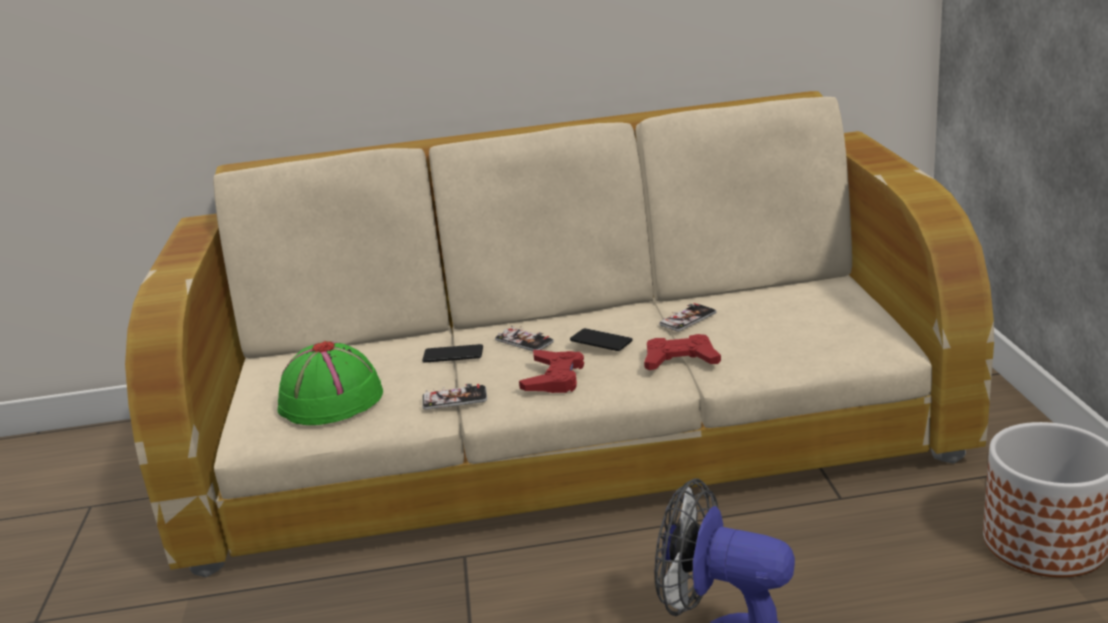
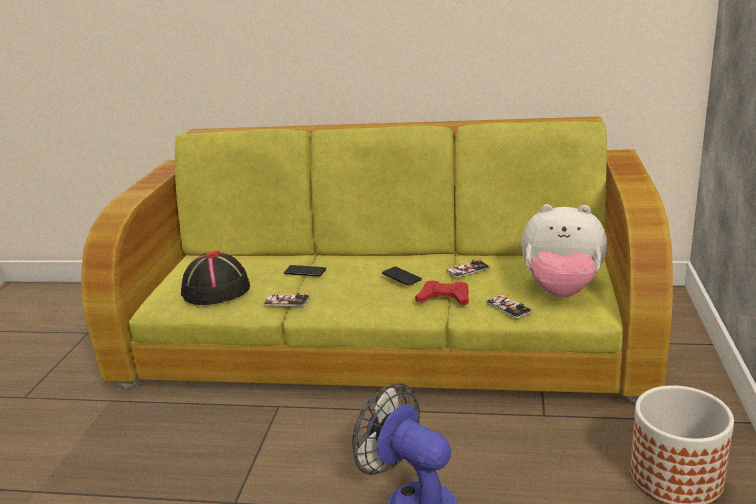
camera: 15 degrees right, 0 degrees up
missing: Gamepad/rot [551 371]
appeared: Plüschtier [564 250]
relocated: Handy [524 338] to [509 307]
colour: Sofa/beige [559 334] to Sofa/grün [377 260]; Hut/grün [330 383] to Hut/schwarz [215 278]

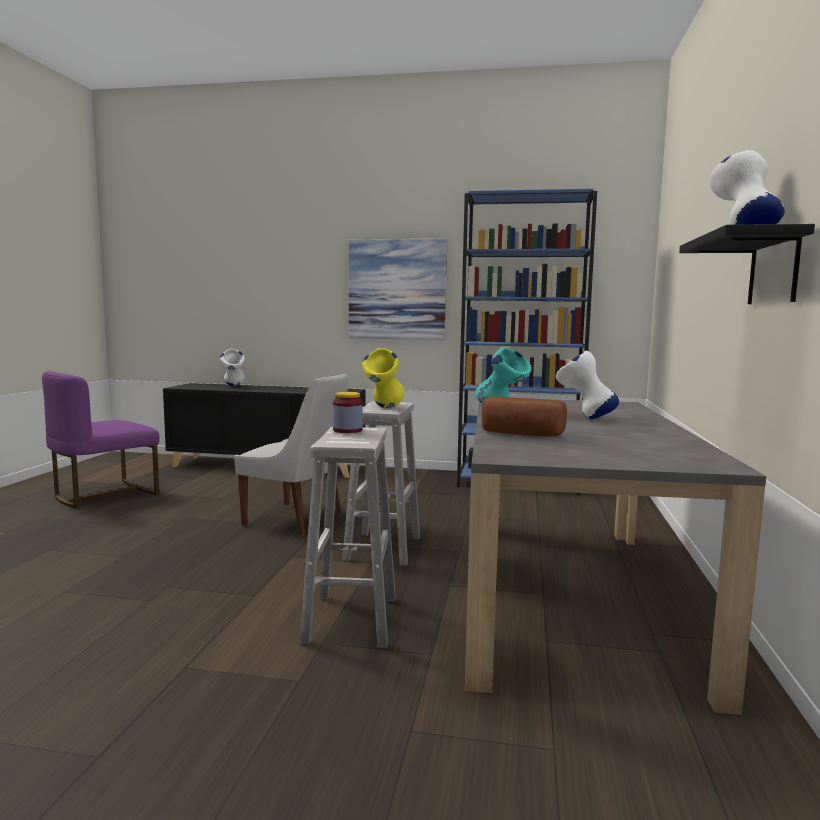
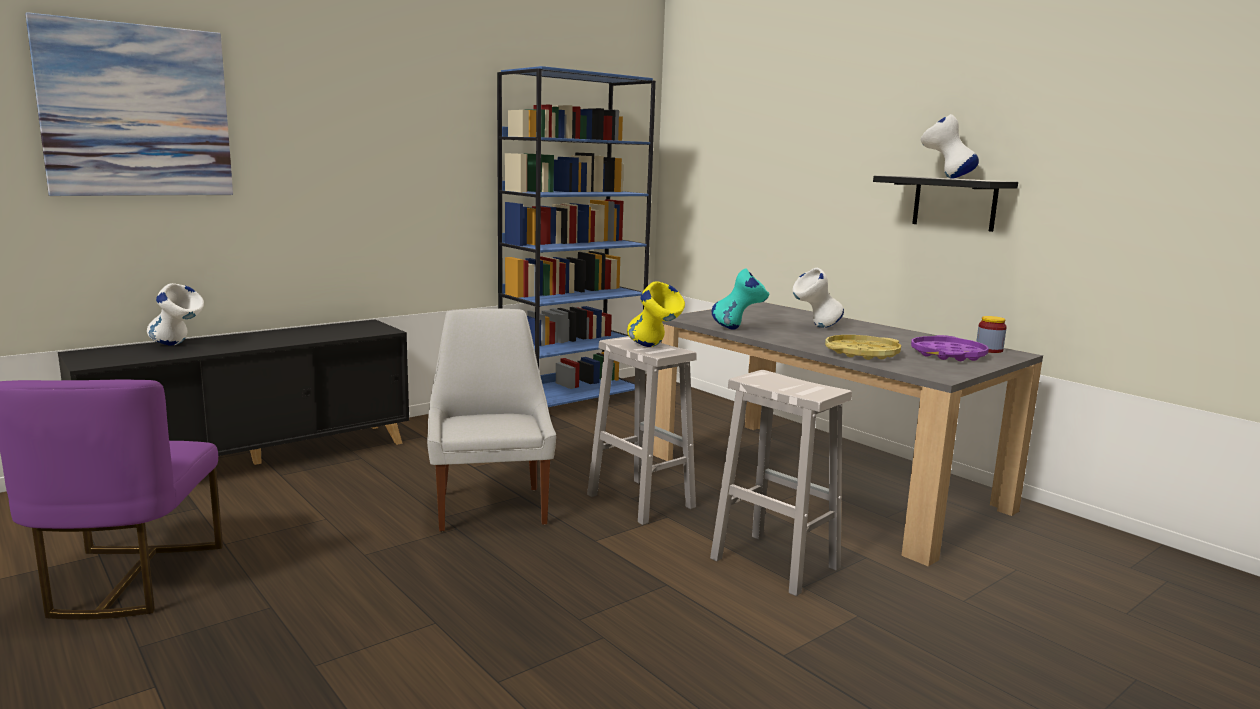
camera: 50 degrees left, 5 degrees up
appeared: Tablett/lila [950 348]
relocated: Bild [398 289] to [129 104]; Vorratsglas [348 412] to [991 334]
exchanged: Brot [524 416] to Tablett/gelb [863 347]
spun: Stuhl/weiß [291 455] = [491 419] 75 degrees counterclockwise

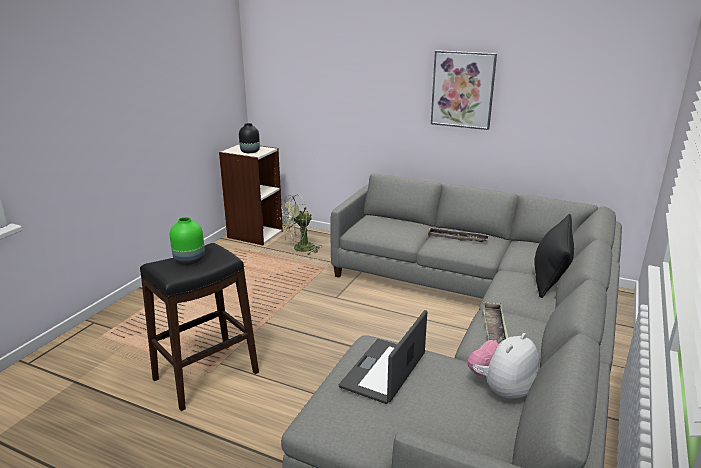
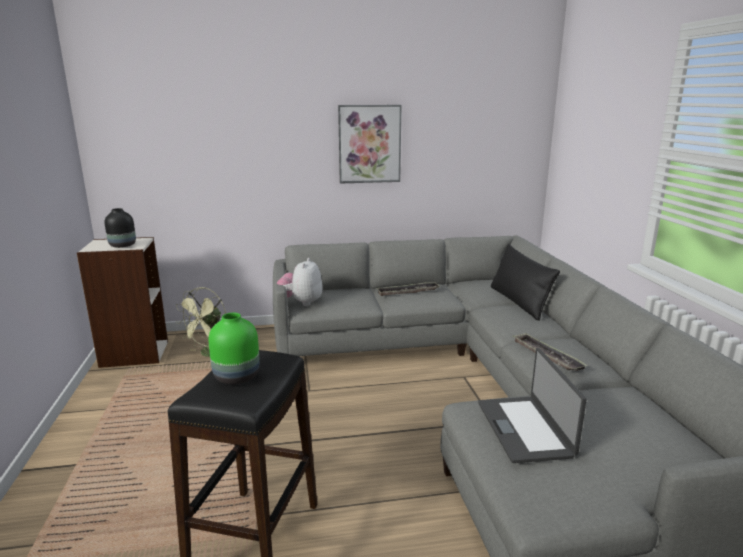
camera: 35 degrees left, 5 degrees down
relocated: Plüschtier [503 367] to [300 282]

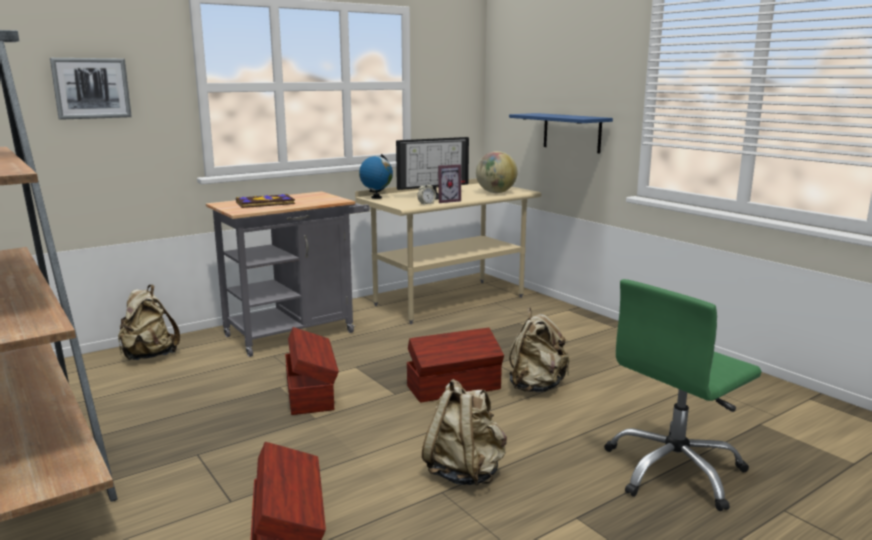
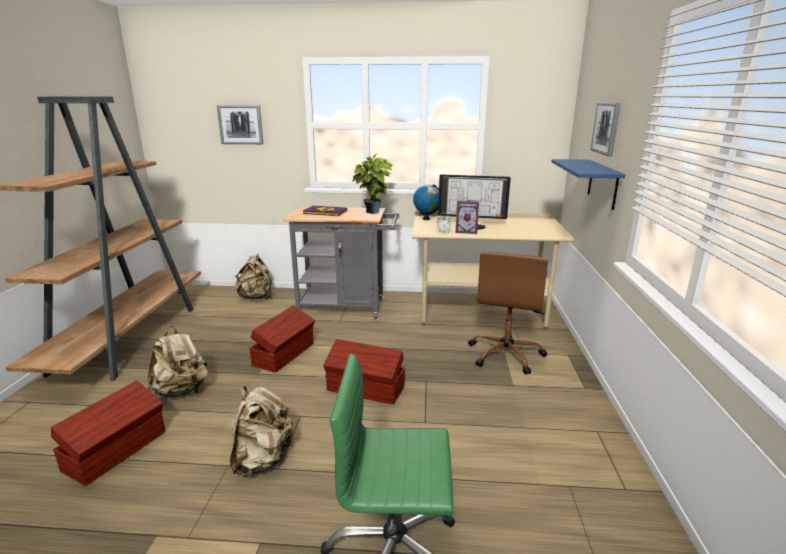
camera: 40 degrees right, 5 degrees up
missing: Globus [497 172]
appeared: Topfpflanze [372 184]; Bürostuhl/braun [508 313]; Bild [606 129]
relocated: Rucksack/beige [539 350] to [177 361]

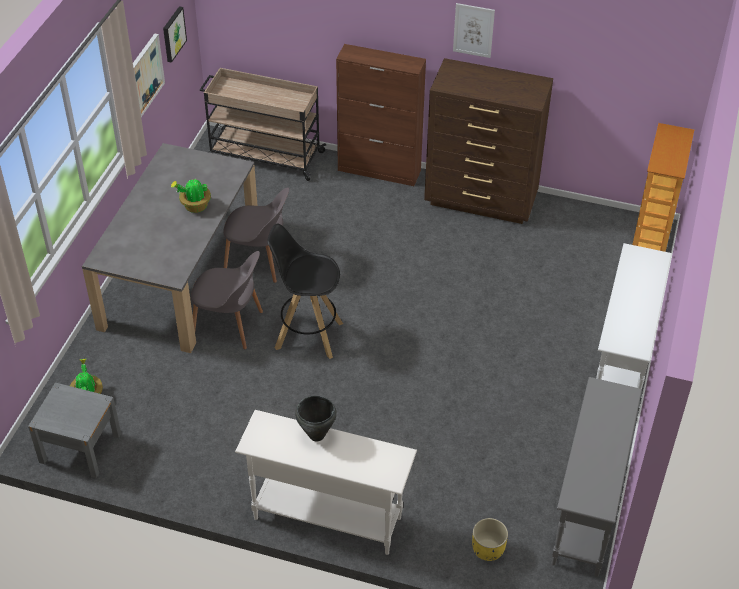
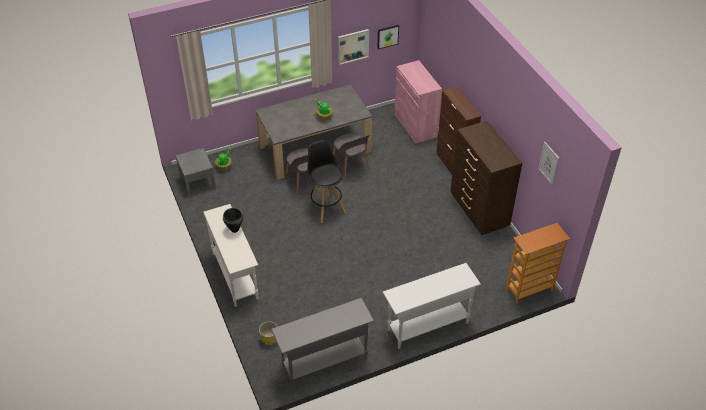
camera: 50 degrees right, 0 degrees up
relocated: Bild [474 30] to [548 163]
exchanged: Rollwagen/beige [263 124] to Schrank/rosa [418 102]

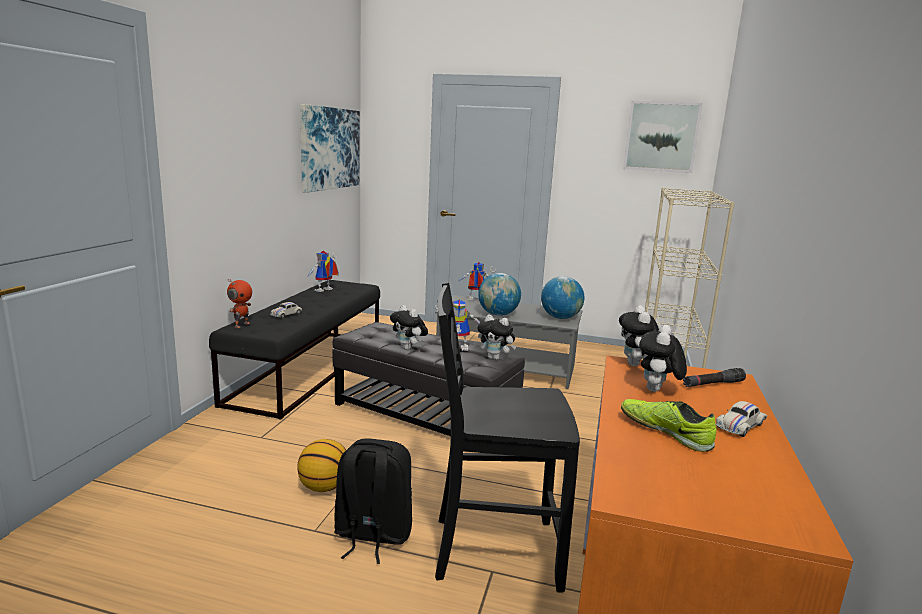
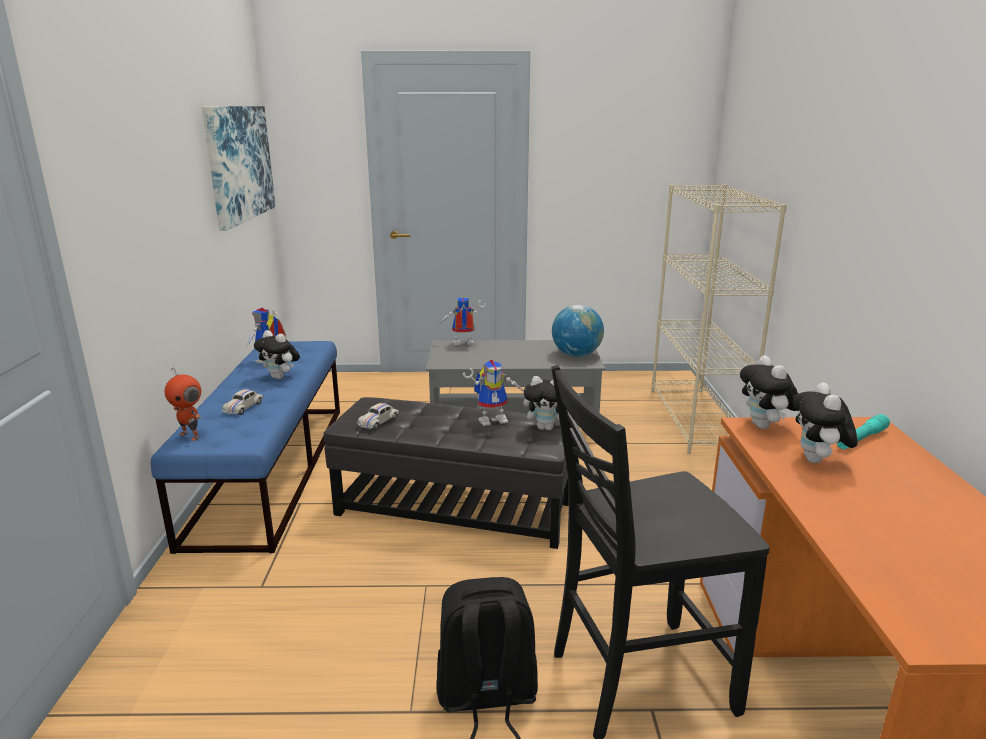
camera: 15 degrees left, 5 degrees up
missing: Basketball [321 465]; Globus [499 294]; Schuh [669 425]; Bild [663 136]
relocated: Plüschtier [409 327] to [277 354]; Spielzeugauto/weiß [741 419] to [378 416]
colour: Bank/schwarz [294 349] to Bank/blau [245 447]; Taschenlampe/schwarz [714 377] to Taschenlampe/türkis [863 431]
spun: Spielzeugroboter [239 303] = [183 403] 120 degrees clockwise

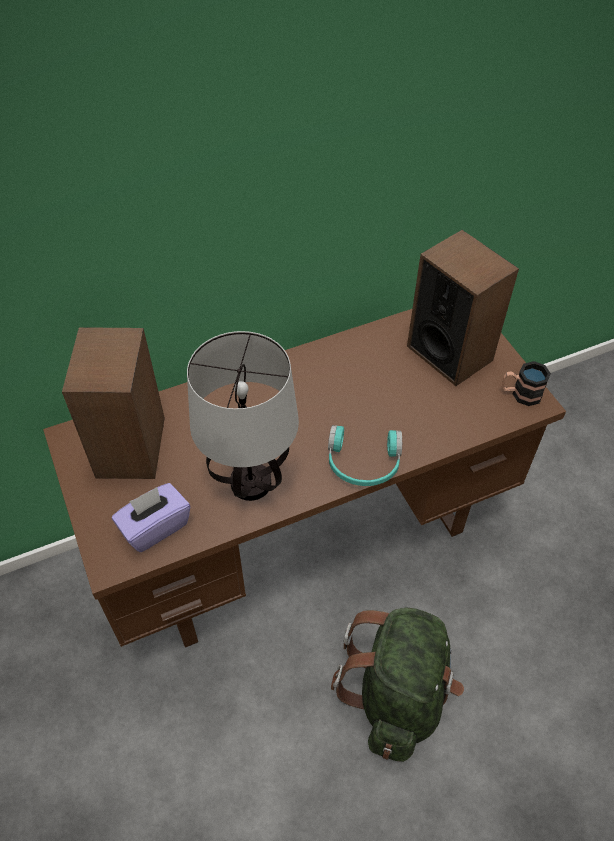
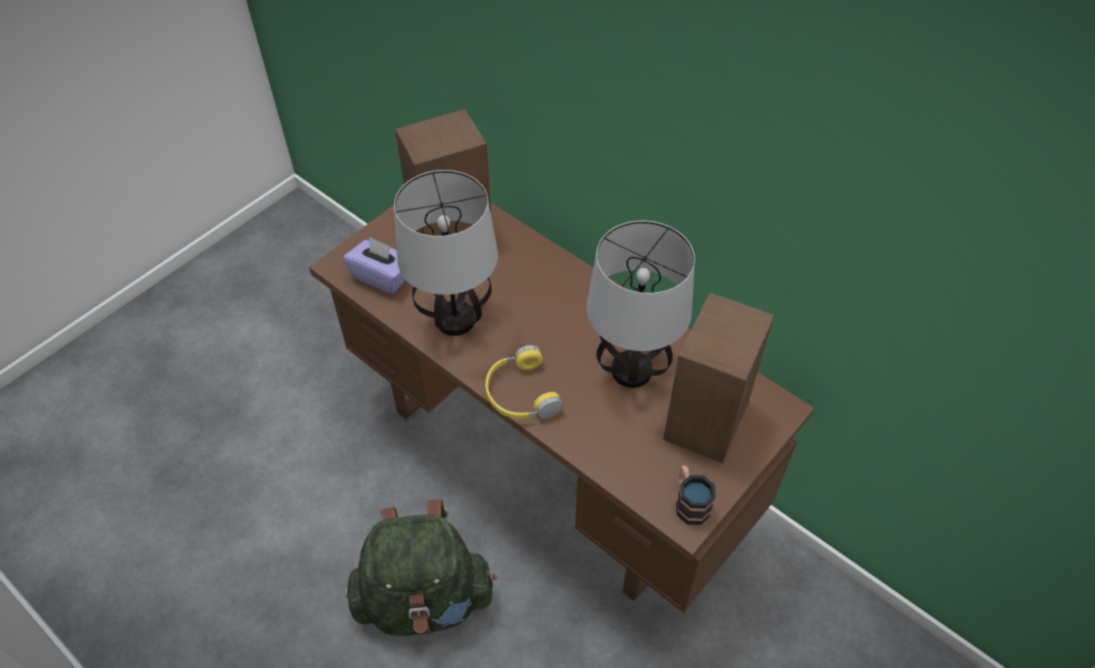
camera: 65 degrees right, 0 degrees up
appeared: Tischlampe [641 304]
colour: Kopfhörer/türkis [365 455] to Kopfhörer/gelb [524 382]

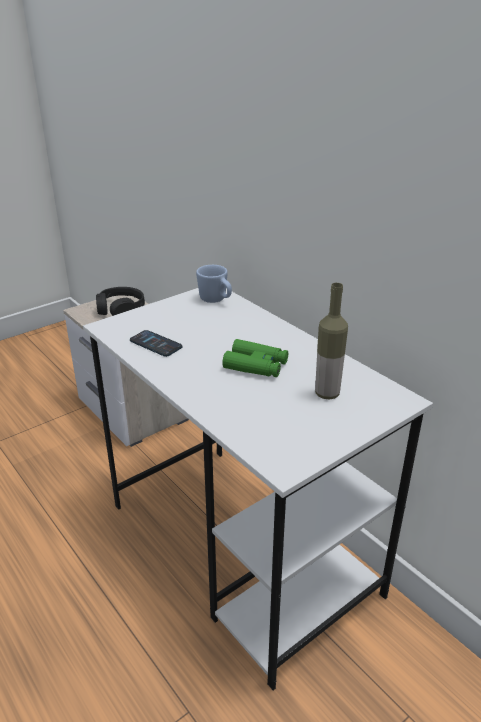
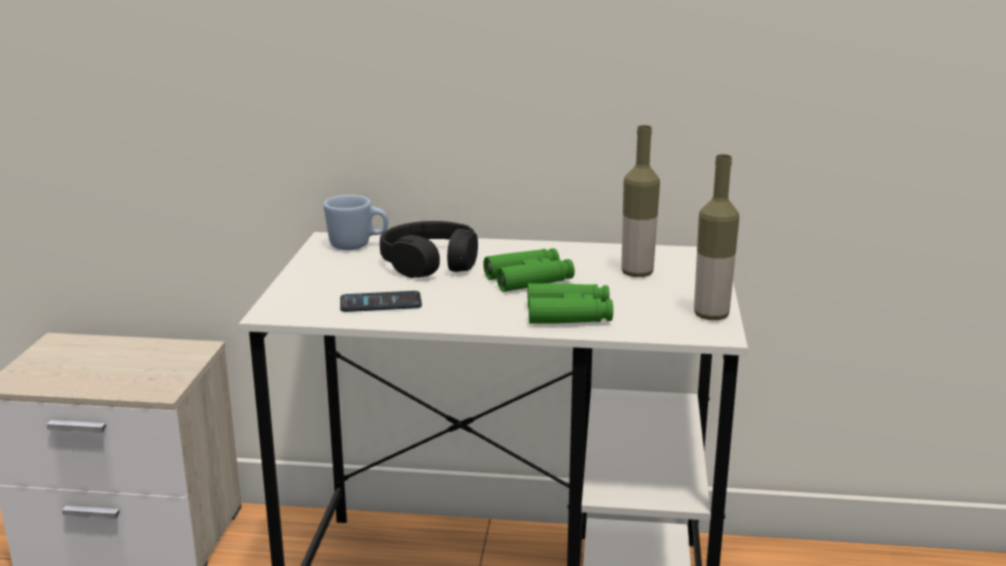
camera: 45 degrees left, 10 degrees down
appeared: Fernglas/grün [570 303]; Flasche [717 237]
relocated: Kopfhörer/schwarz [120 301] to [429 249]

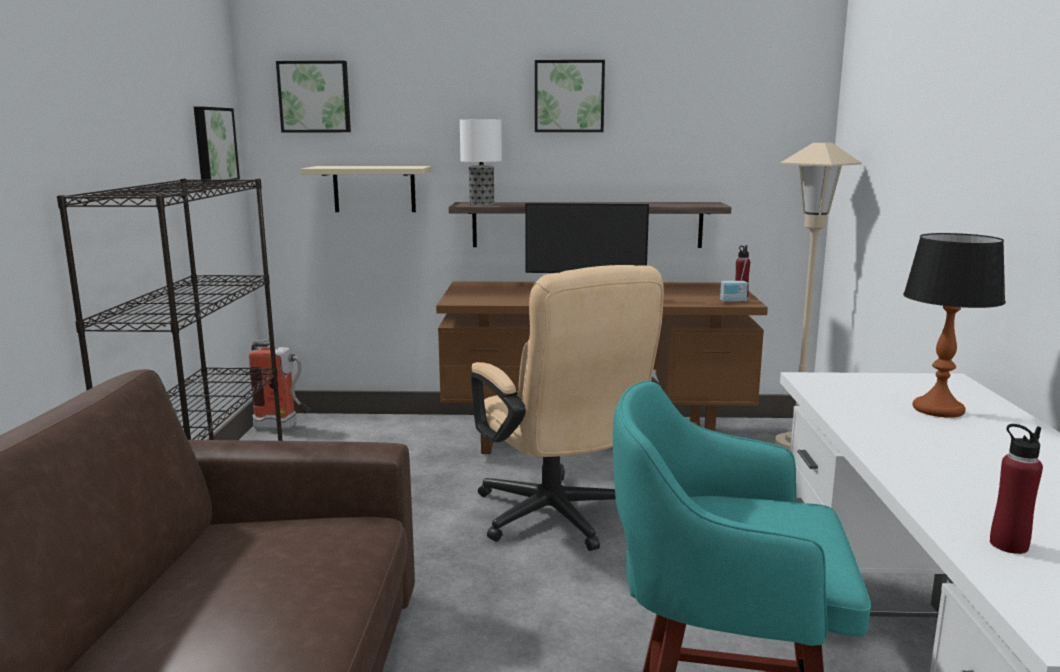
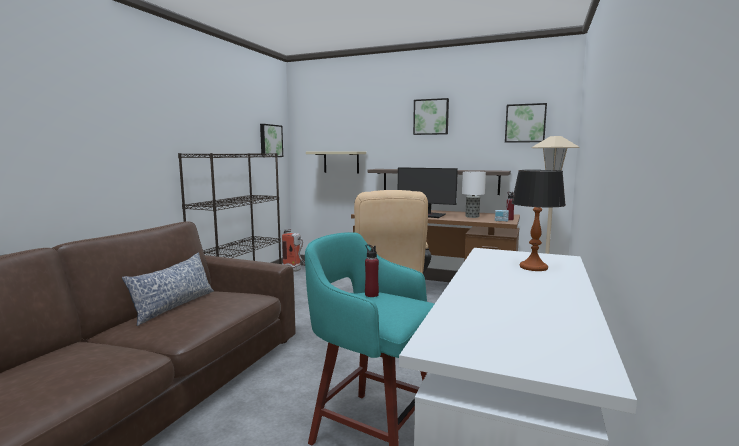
camera: 20 degrees right, 5 degrees down
appeared: Kissen [168 289]
relocated: Flasche/rot [1016 489] to [372 270]; Tischlampe [481 162] to [474 195]; Bild [313 96] to [526 123]

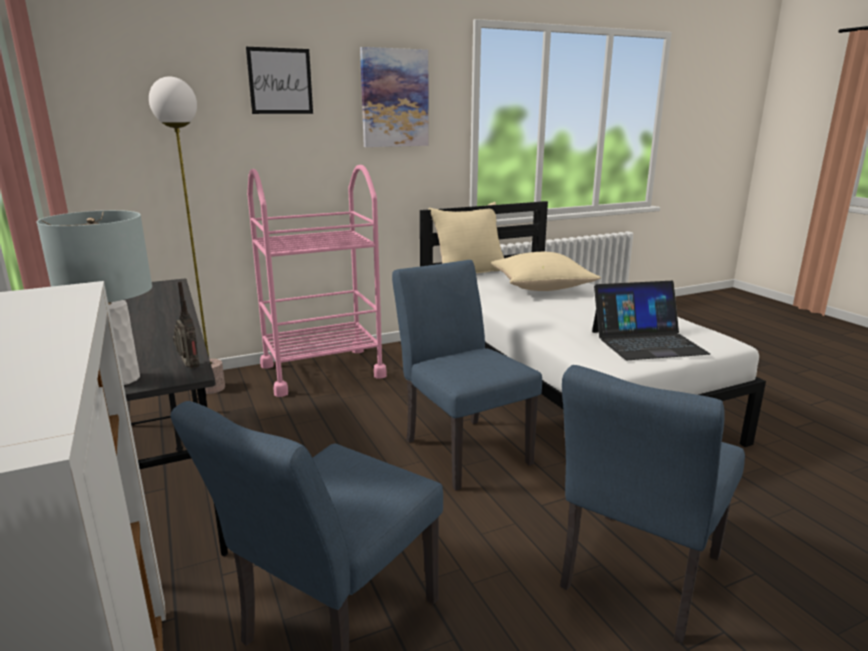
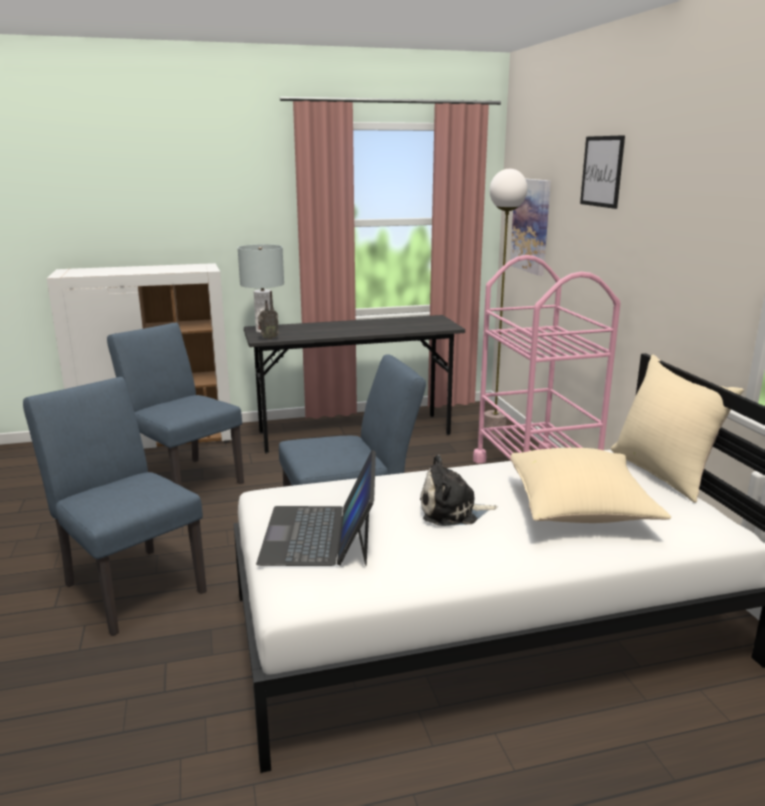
camera: 100 degrees right, 0 degrees up
appeared: Plüschtier [458 490]
relocated: Bild [394 97] to [530 227]

